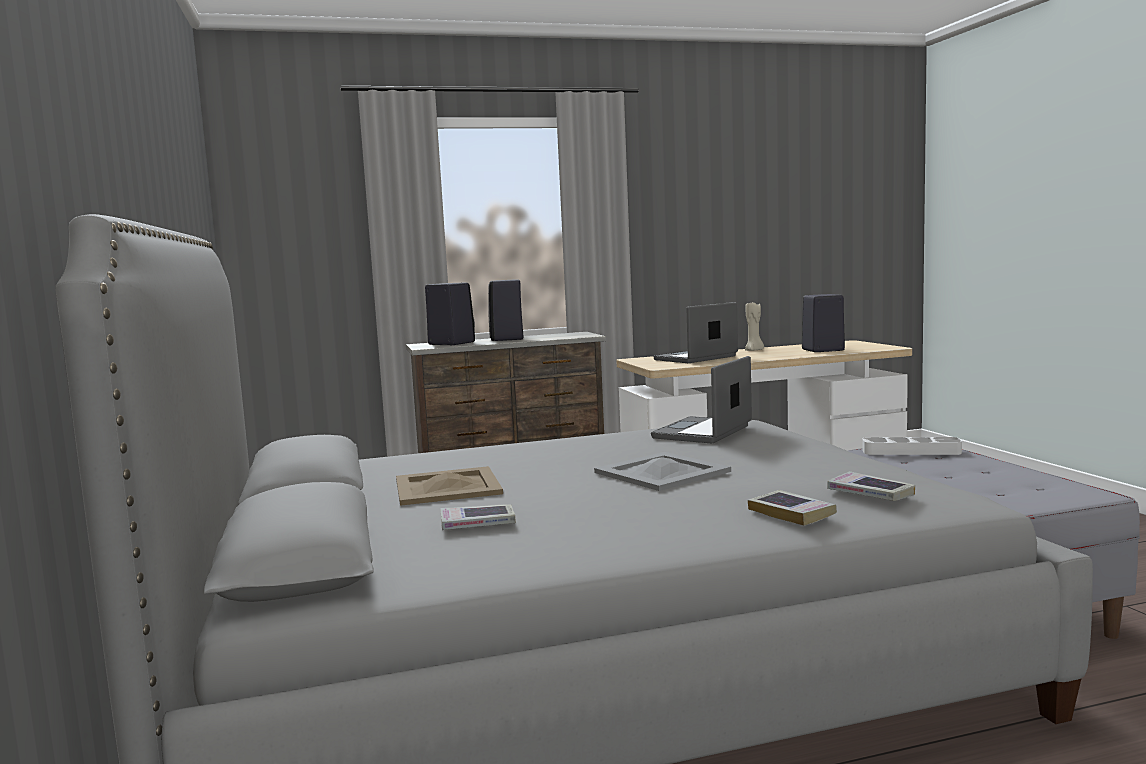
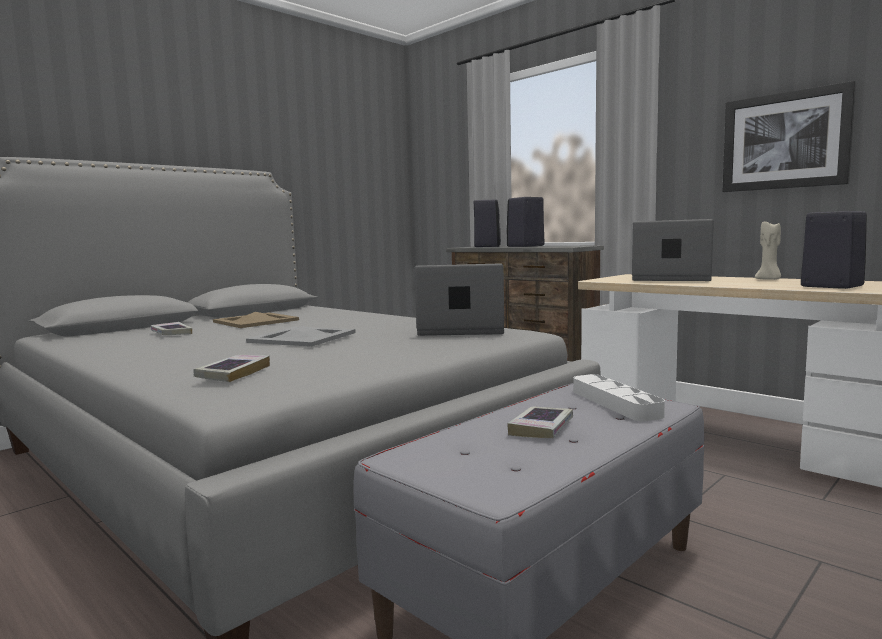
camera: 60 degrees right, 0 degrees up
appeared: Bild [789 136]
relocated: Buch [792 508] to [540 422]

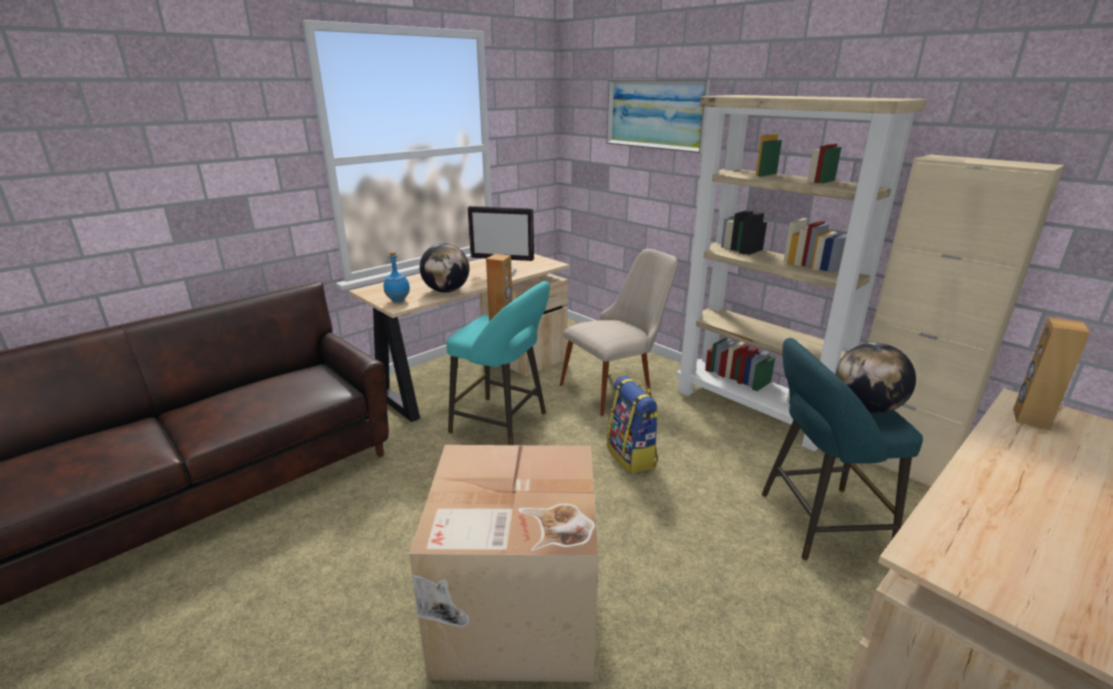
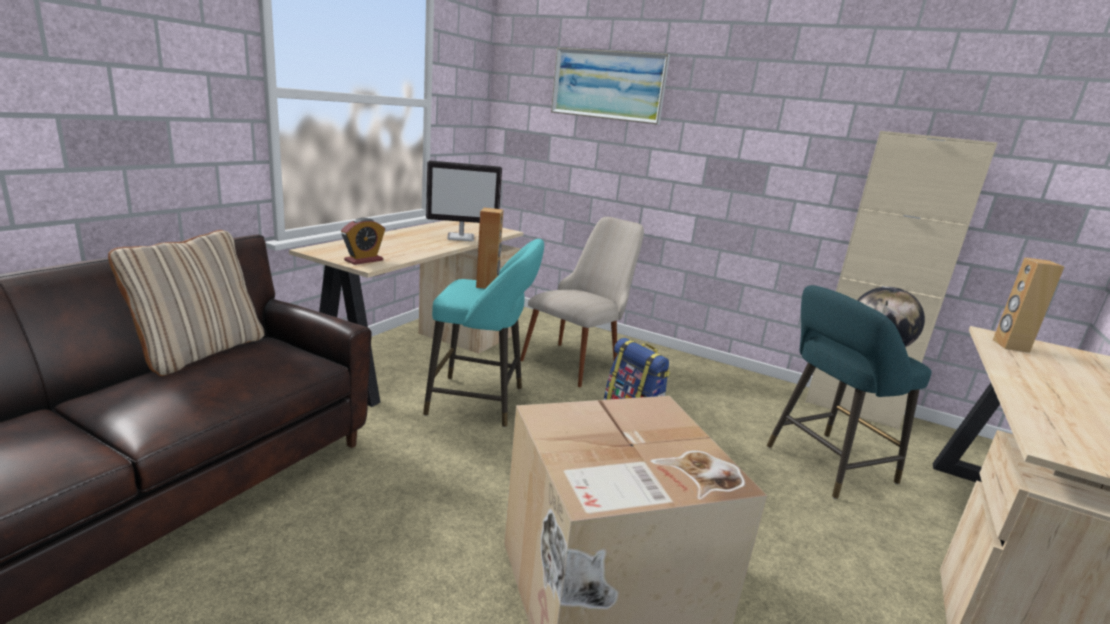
camera: 20 degrees left, 5 degrees down
missing: Globus [444 268]; Bücherregal/beige [801 273]
appeared: Kissen/beige [186 303]
exchanged: Flasche/blau [397 277] to Wecker [363 241]

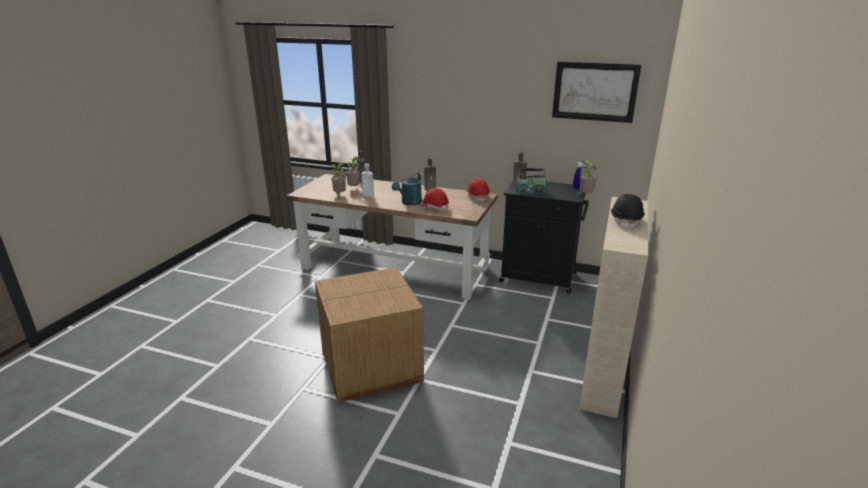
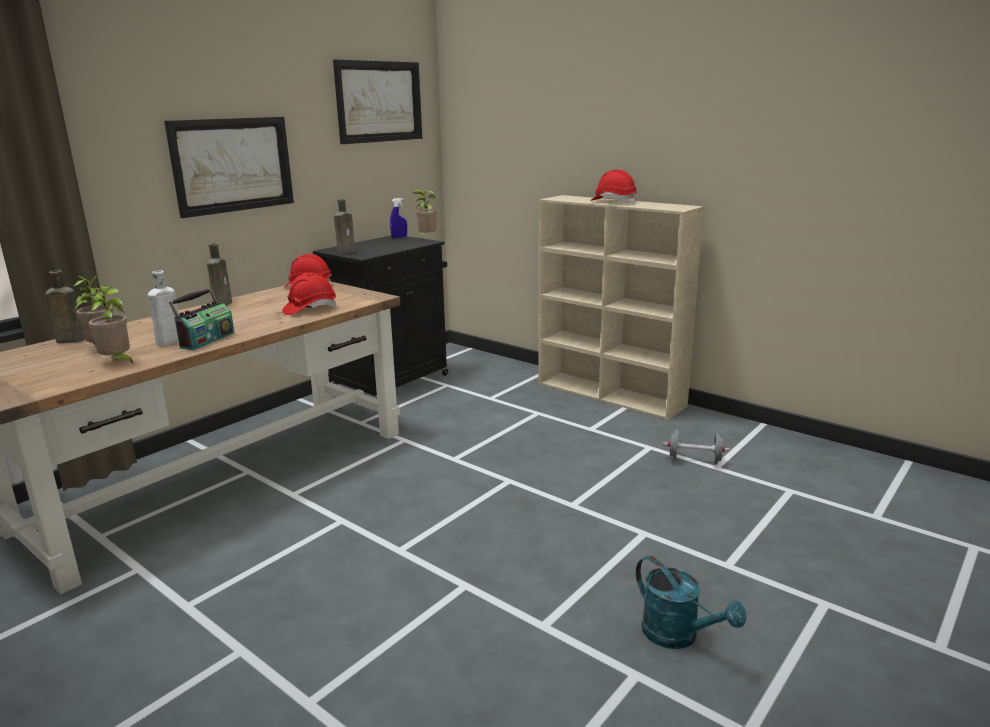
camera: 70 degrees left, 5 degrees down
missing: Karton [369 335]
appeared: Bild [229 167]; Hantel/grau [696 447]
relocated: Radio [531 181] to [201 319]; Gießkanne/türkis [407 188] to [691 602]
colour: Schutzhelm/schwarz [628 211] to Schutzhelm/rot [613 187]

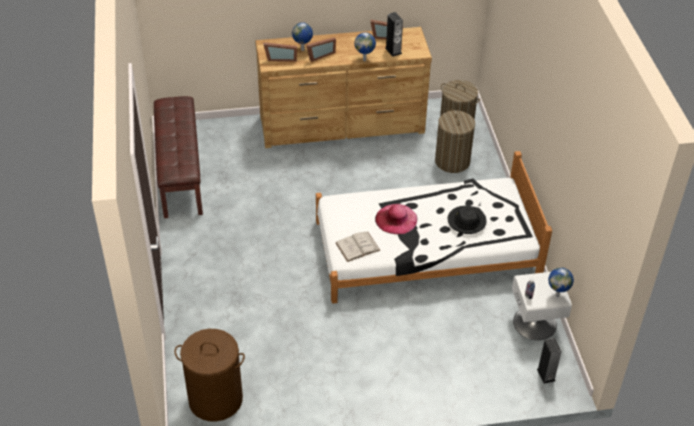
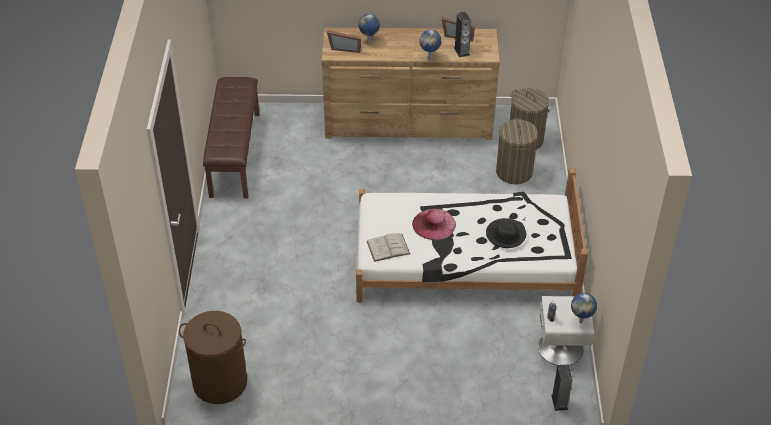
camera: 10 degrees right, 0 degrees up
missing: Bilderrahmen [321 49]

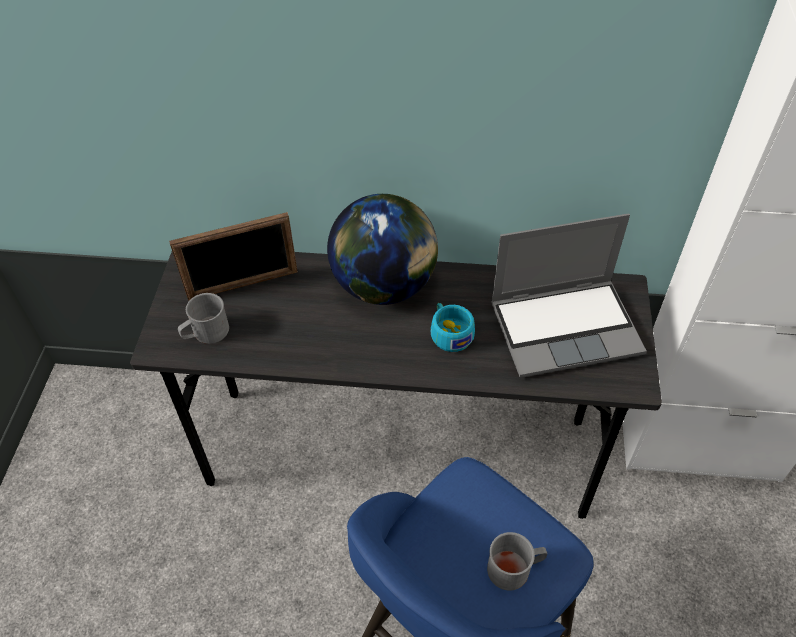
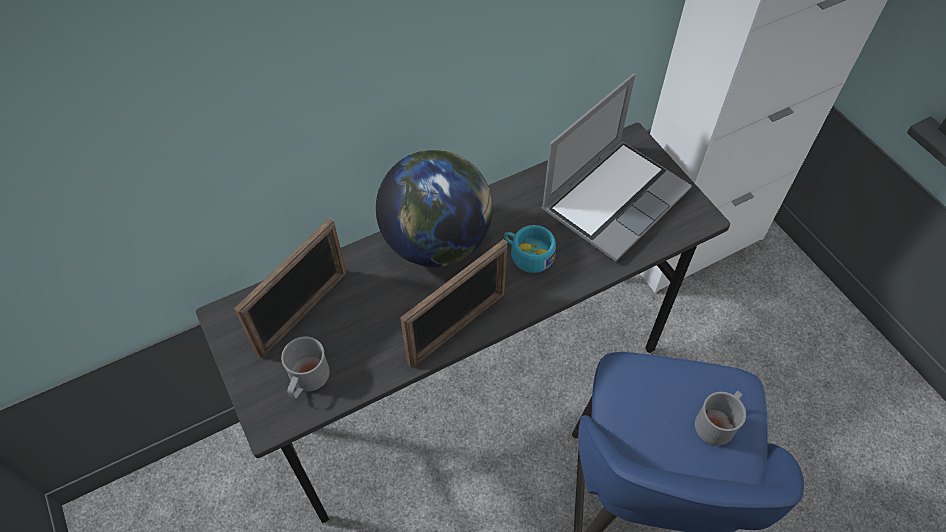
camera: 35 degrees left, 5 degrees up
appeared: Bilderrahmen [453 303]

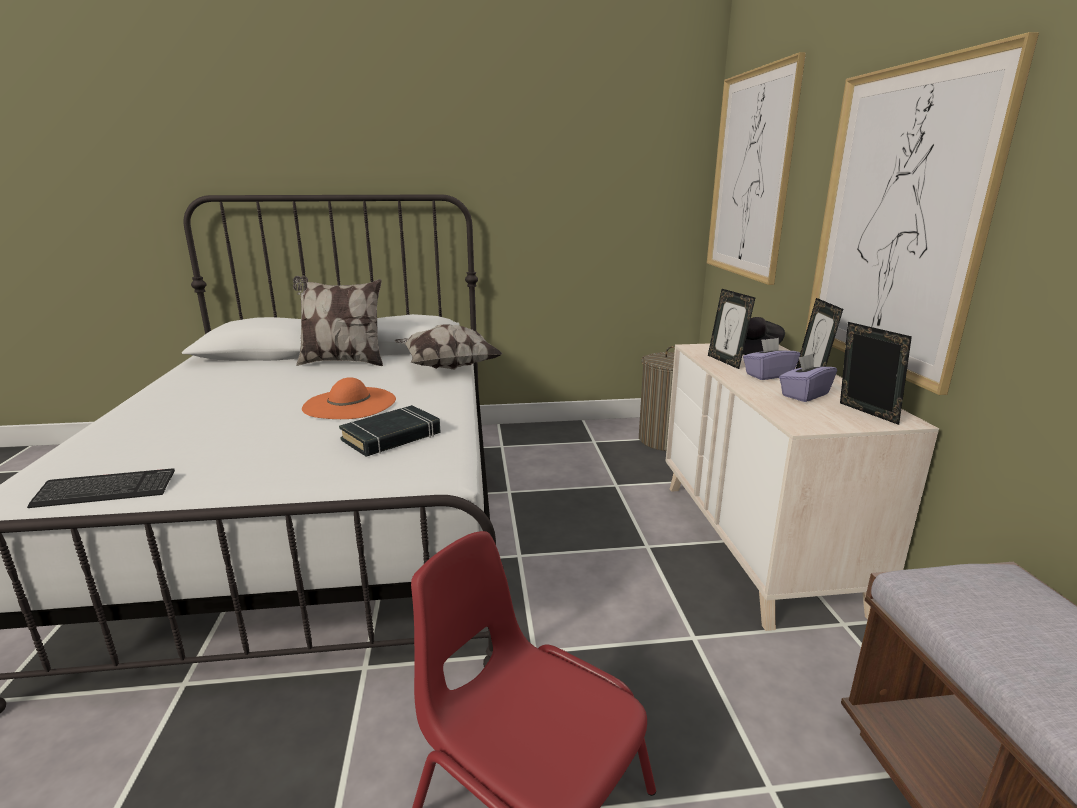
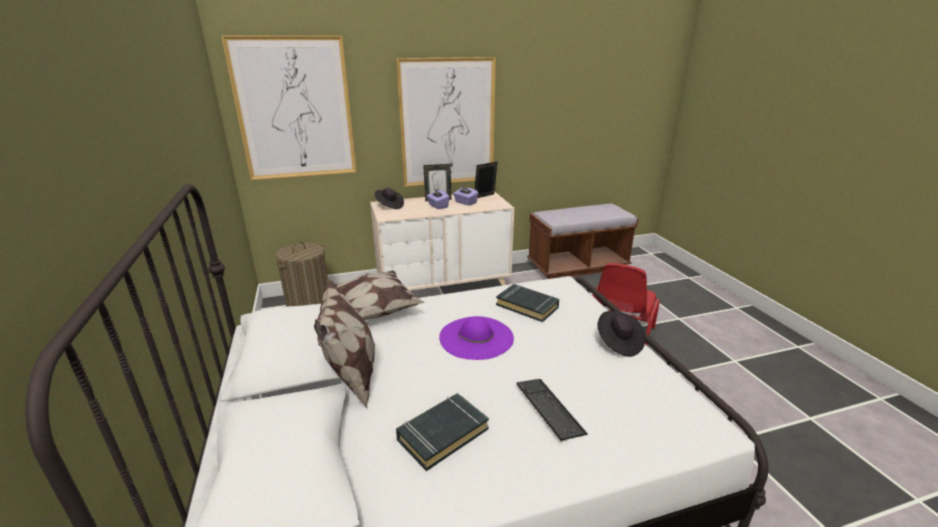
camera: 100 degrees left, 5 degrees up
missing: Bilderrahmen [731 329]
appeared: Buch/schwarz [442 432]; Hut/schwarz [621 334]
relocated: Tastatur [101 488] to [552 410]
colour: Hut/orange [349 398] to Hut/lila [476 338]

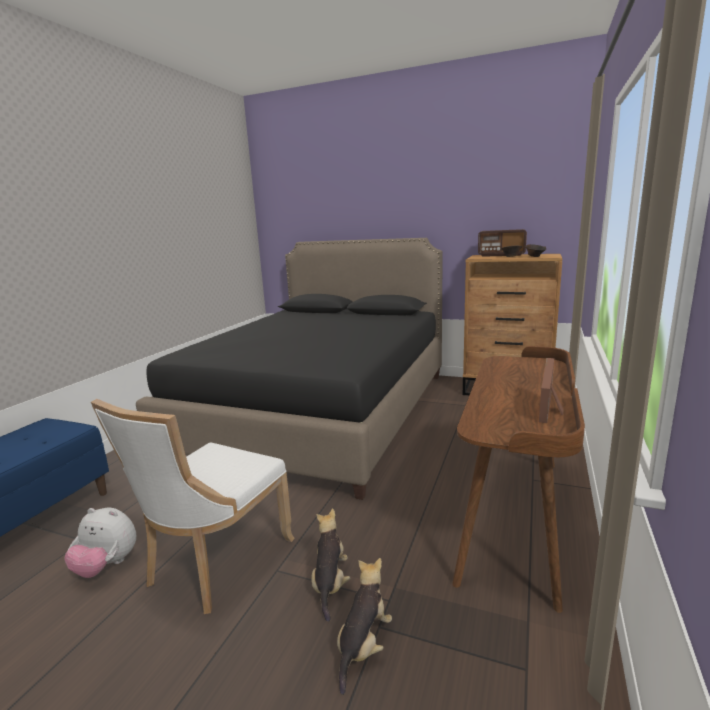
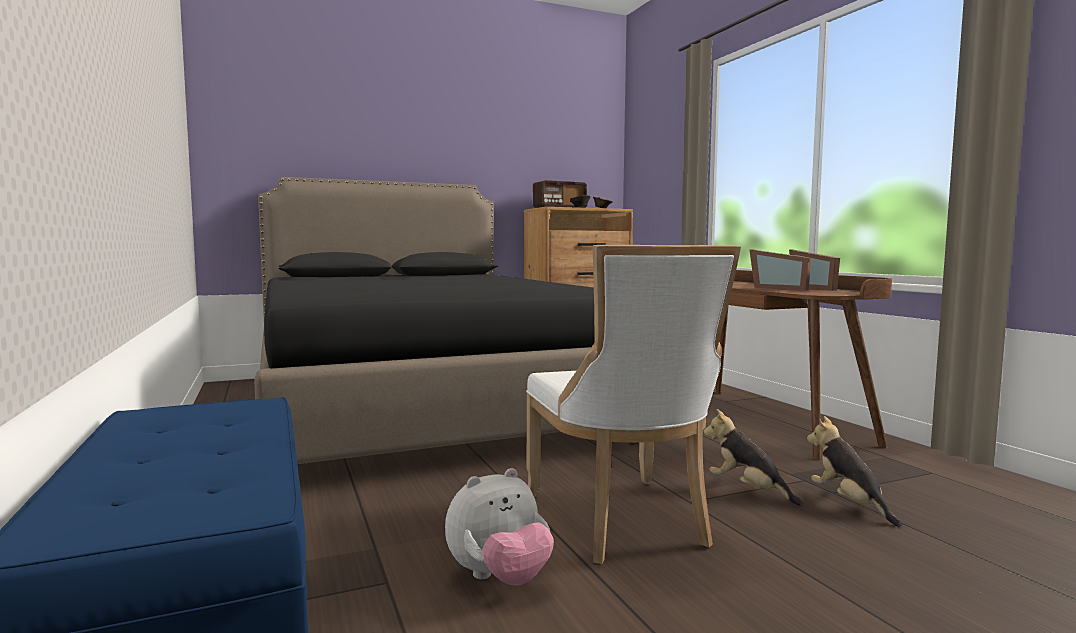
camera: 45 degrees left, 10 degrees down
appeared: Bilderrahmen [780 270]

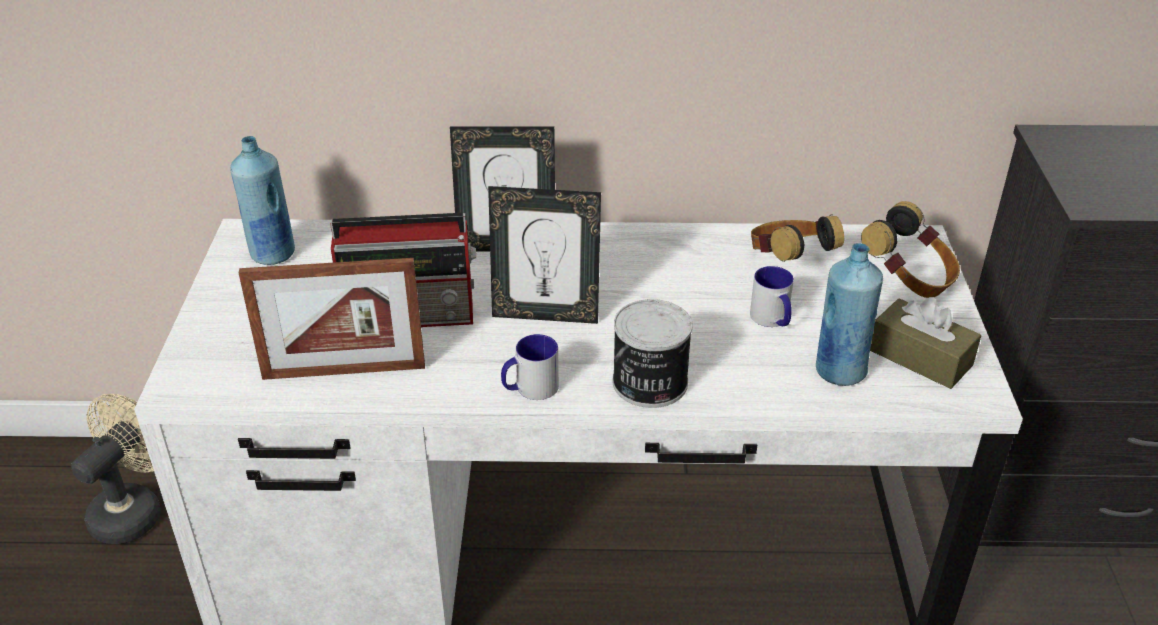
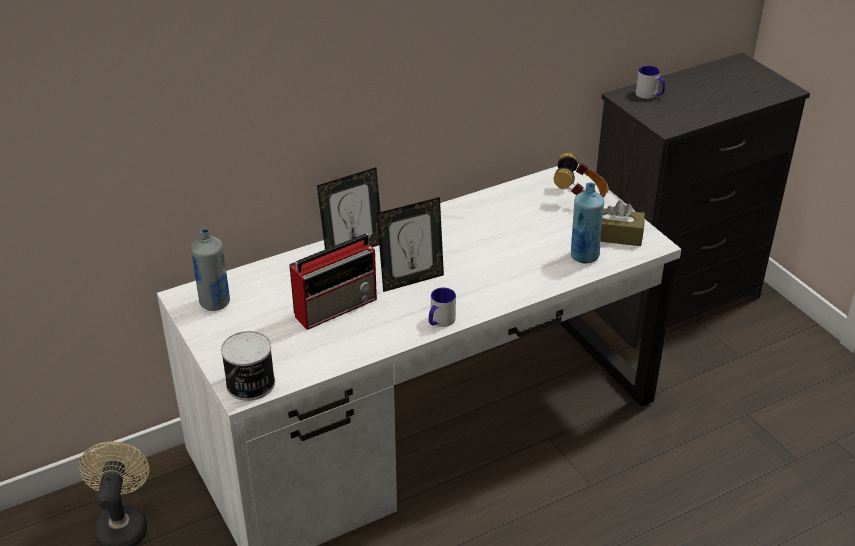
camera: 30 degrees left, 0 degrees up
missing: Bilderrahmen [332 319]; Kopfhörer [797 238]
relocated: Dose [653 353] to [248 366]; Henkelbecher [772 296] to [650 82]
colour: Flasche/blau [262 200] to Flasche/grau [210 269]

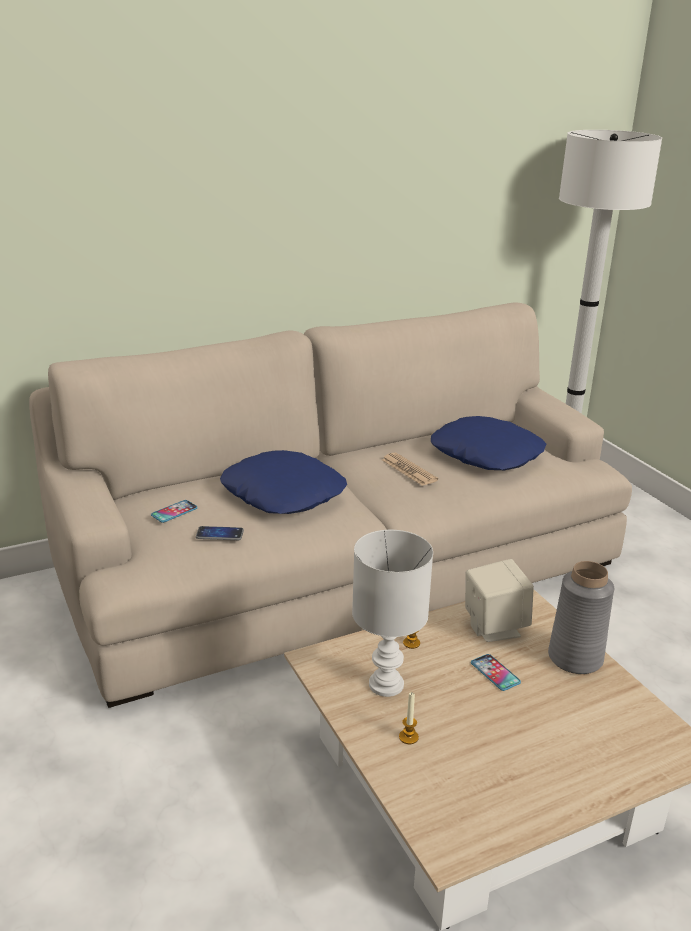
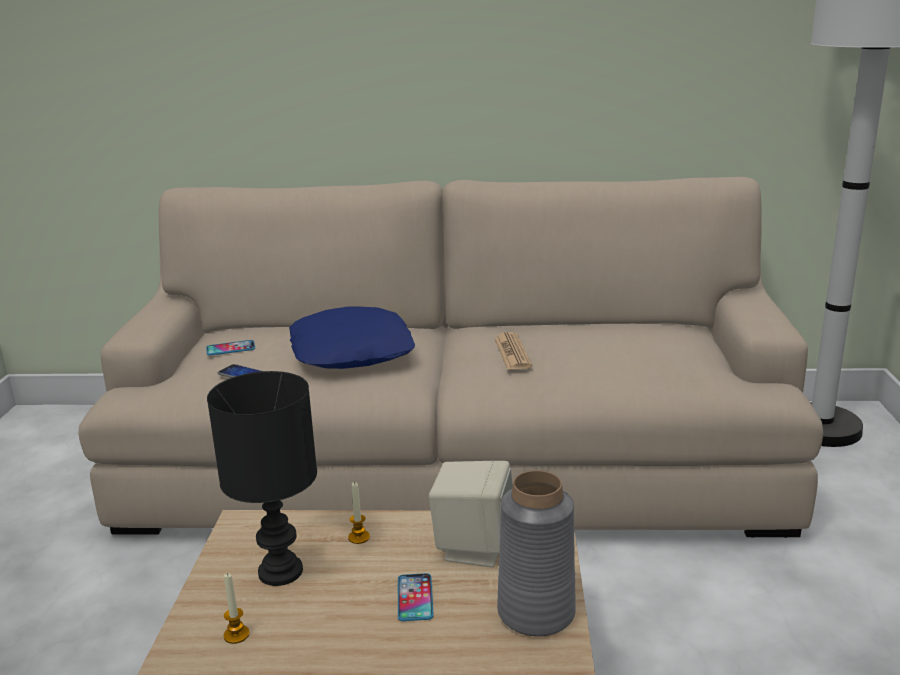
camera: 30 degrees right, 5 degrees down
missing: Kissen/blau [488 443]
colour: Tischlampe/weiß [392 613] to Tischlampe/schwarz [262 478]

